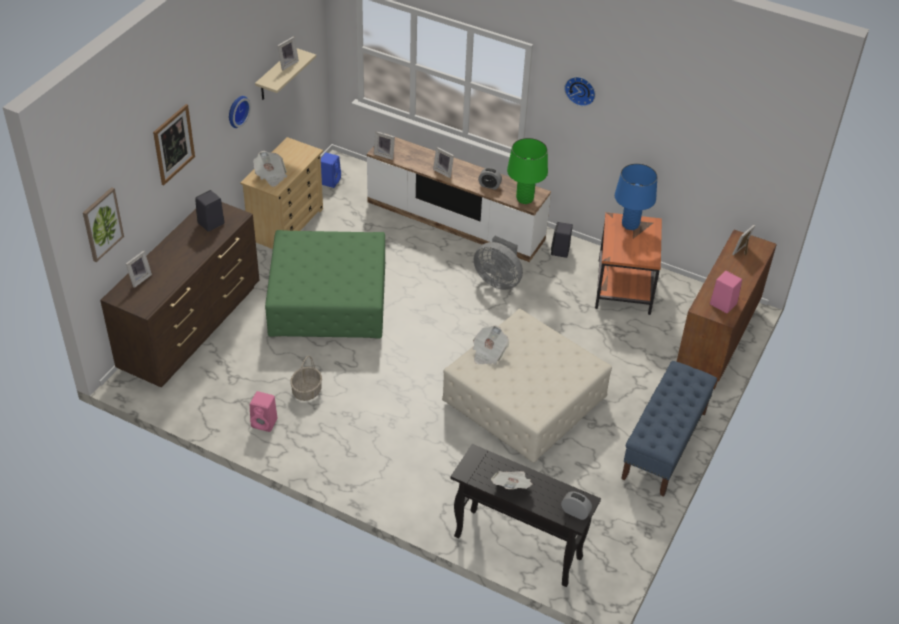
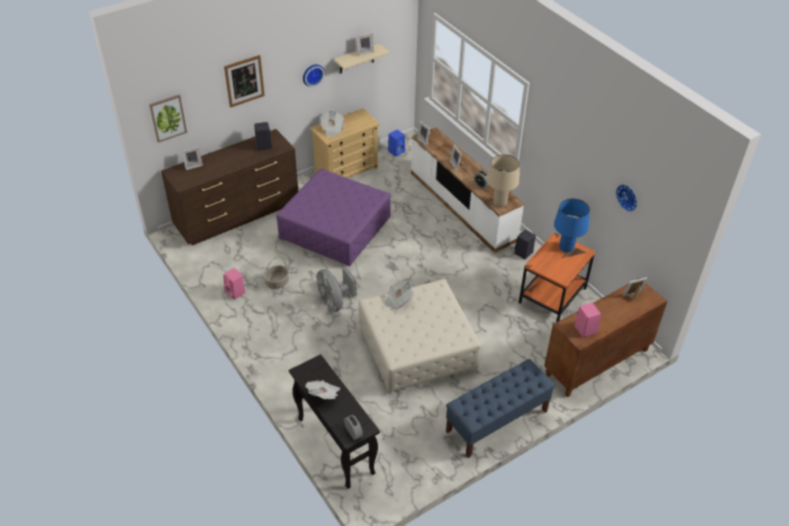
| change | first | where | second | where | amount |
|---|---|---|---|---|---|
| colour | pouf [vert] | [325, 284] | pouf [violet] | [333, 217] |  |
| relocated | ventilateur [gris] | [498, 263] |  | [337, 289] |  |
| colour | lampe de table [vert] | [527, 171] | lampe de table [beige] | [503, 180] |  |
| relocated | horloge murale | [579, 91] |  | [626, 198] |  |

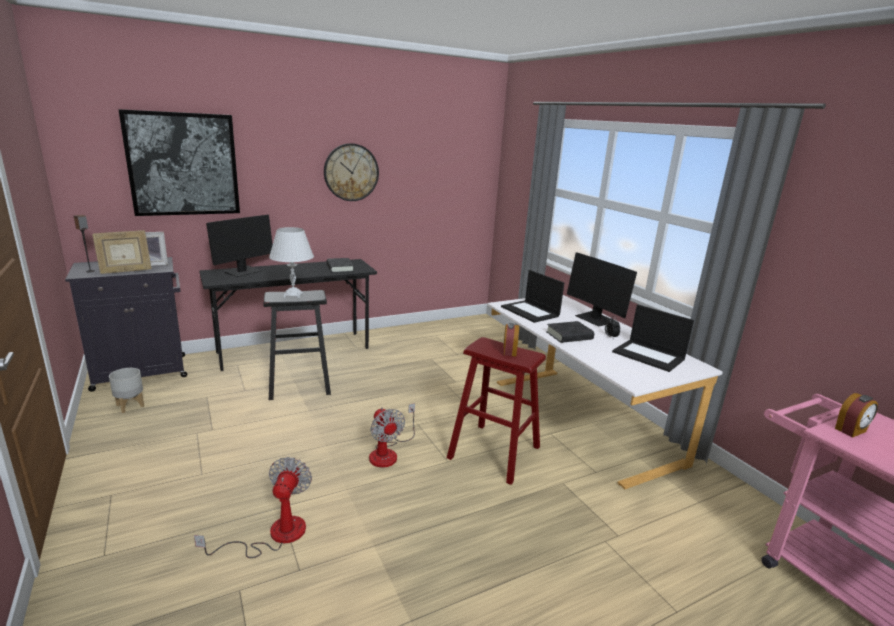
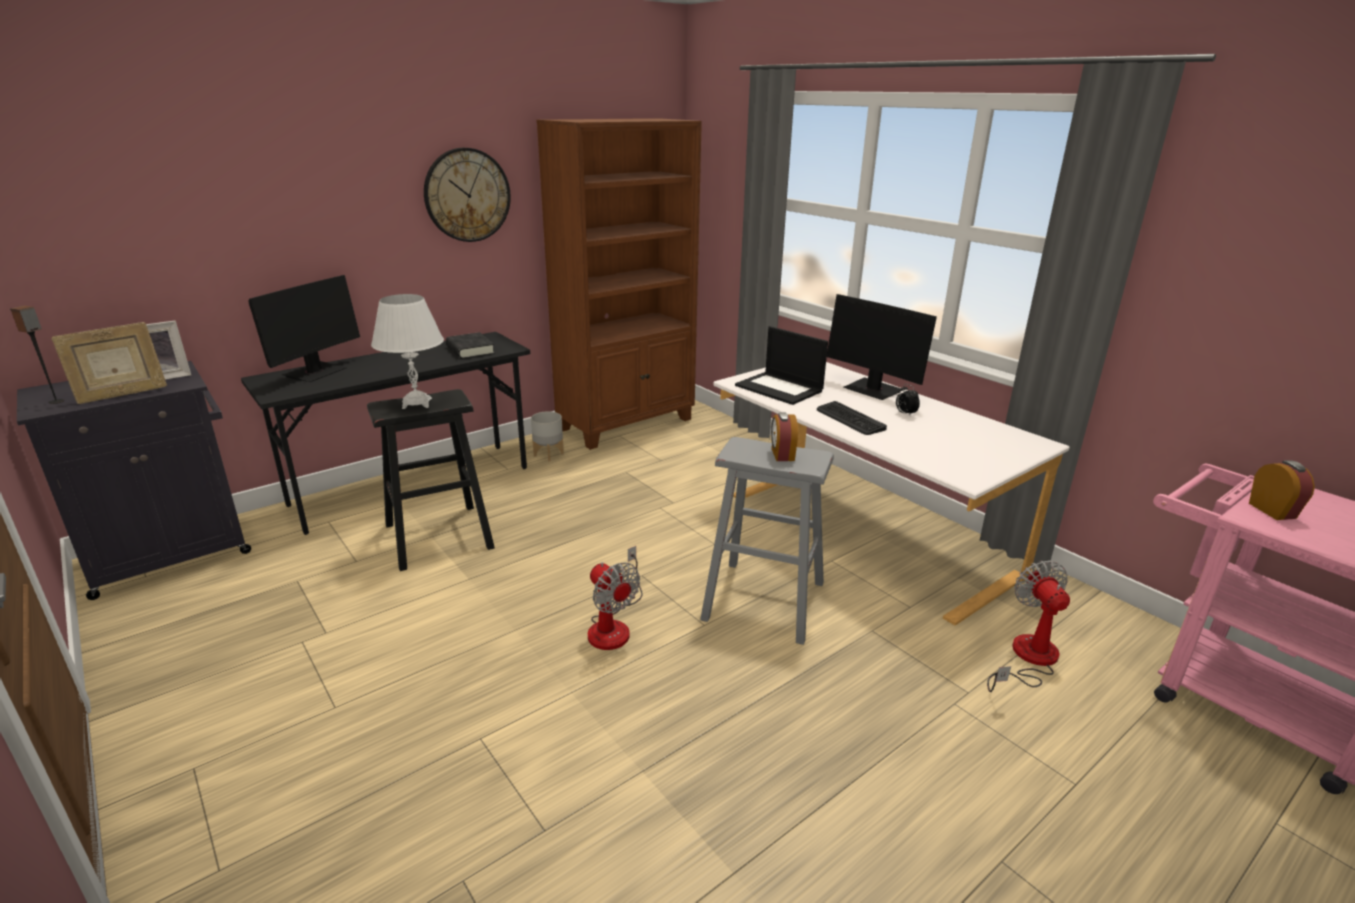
| change | first | where | second | where | amount |
|---|---|---|---|---|---|
| relocated | cache-pot [gris] | [126, 390] |  | [547, 436] |  |
| missing | tableau | [179, 162] |  |  |  |
| relocated | ventilateur | [253, 507] |  | [1028, 626] |  |
| colour | tabouret [rouge] | [496, 411] | tabouret [gris] | [767, 541] |  |
| exchanged | livre [noir] | [570, 332] | clavier | [852, 418] |  |
| missing | ordinateur portable | [653, 338] |  |  |  |
| spun | réveil | [856, 415] |  | [1282, 490] | 60 degrees counterclockwise |
| appeared |  |  | bibliothèque [marron] | [619, 284] |  |

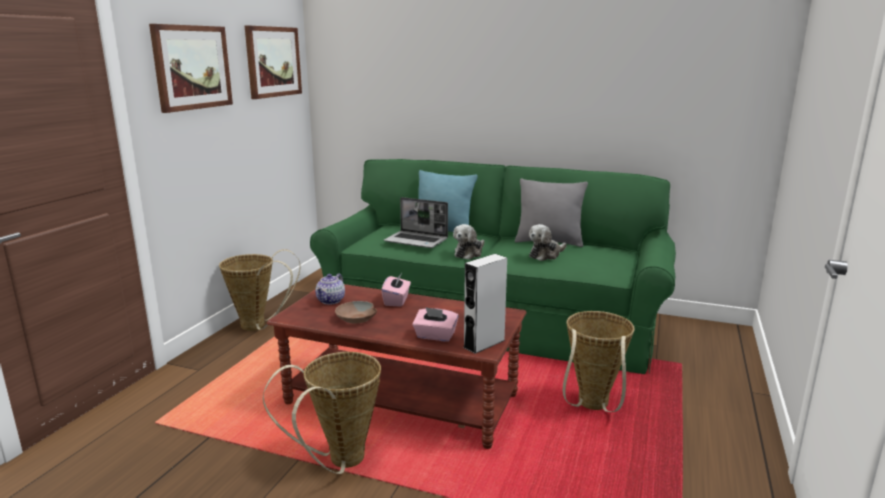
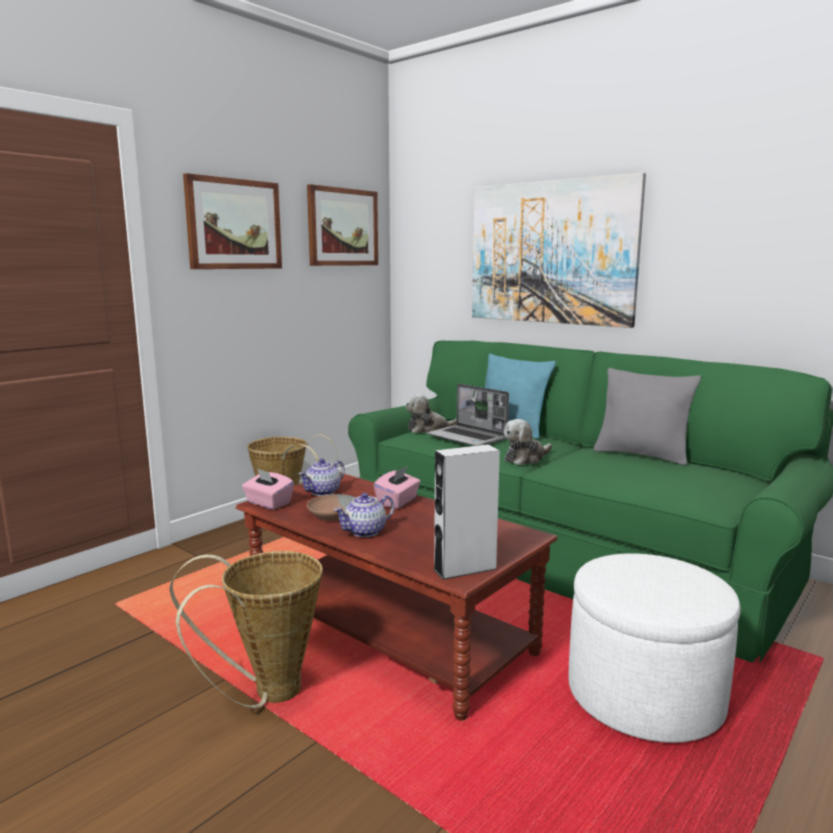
| change | first | where | second | where | amount |
|---|---|---|---|---|---|
| relocated | boîte à mouchoirs [rose] | [435, 324] |  | [268, 489] |  |
| relocated | peluche | [548, 242] |  | [430, 413] |  |
| exchanged | panier | [599, 361] | pouf [blanc] | [654, 648] |  |
| appeared |  |  | théière | [364, 515] |  |
| appeared |  |  | tableau | [559, 250] |  |

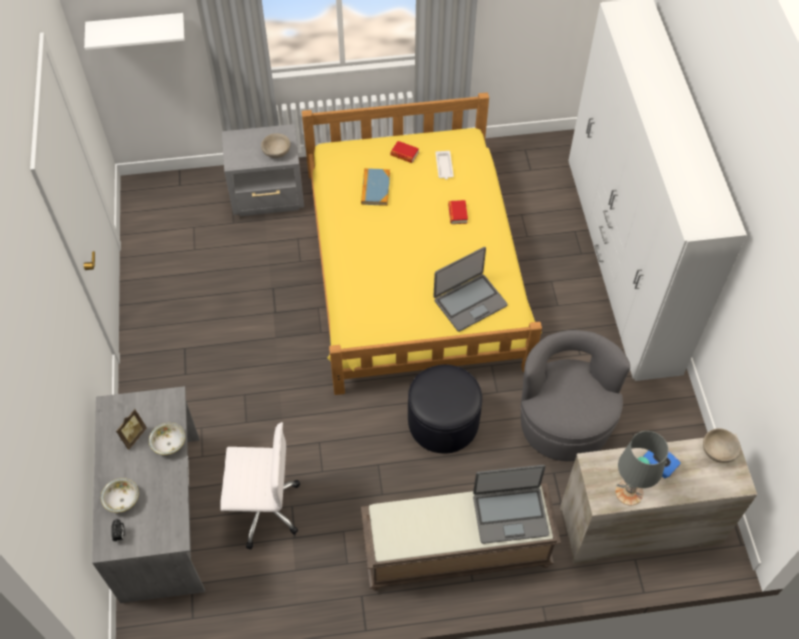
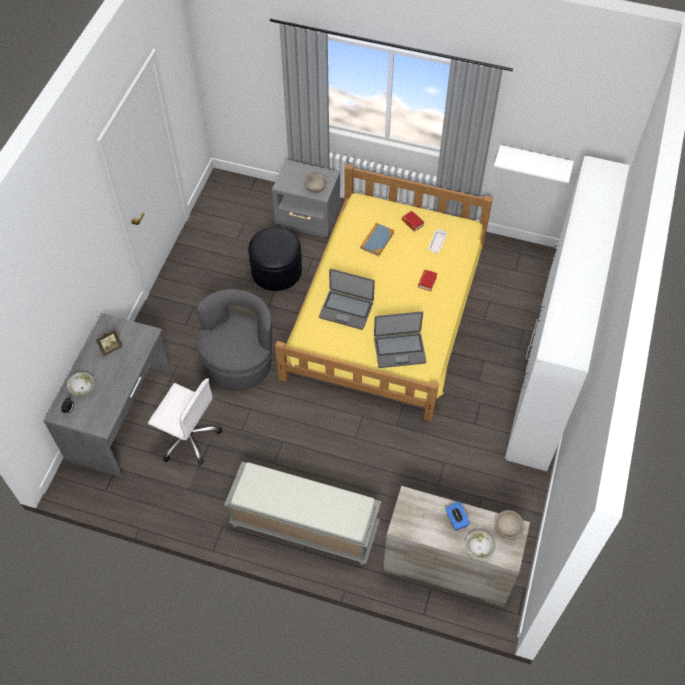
| change | first | where | second | where | amount |
|---|---|---|---|---|---|
| relocated | étagère [blanc] | [134, 31] |  | [534, 164] |  |
| relocated | bol | [167, 439] |  | [480, 544] |  |
| colour | banc [marron] | [461, 536] | banc [gris] | [303, 513] |  |
| relocated | pouf [noir] | [445, 409] |  | [275, 259] |  |
| relocated | ordinateur portable | [511, 504] |  | [347, 299] |  |
| relocated | fauteuil [gris] | [575, 395] |  | [234, 339] |  |
| missing | lampe de table [gris] | [642, 468] |  |  |  |

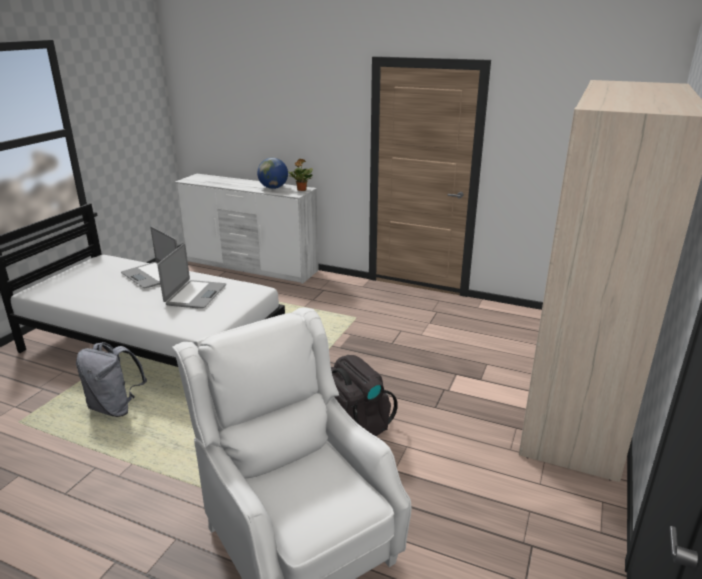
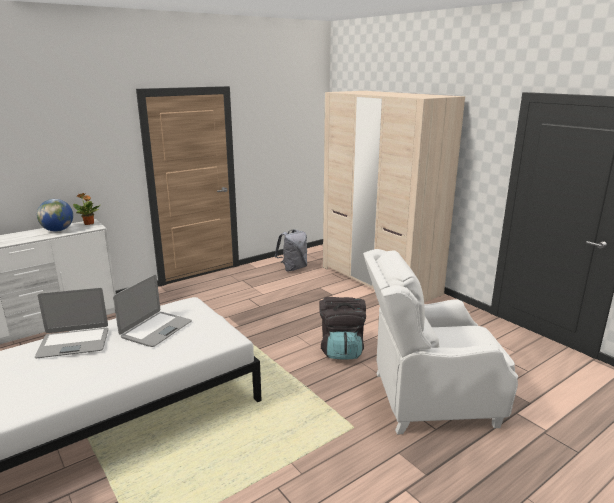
| change | first | where | second | where | amount |
|---|---|---|---|---|---|
| relocated | sac à dos [gris] | [111, 379] |  | [291, 251] |  |
| spun | ordinateur portable | [192, 275] |  | [152, 311] | 75 degrees clockwise |

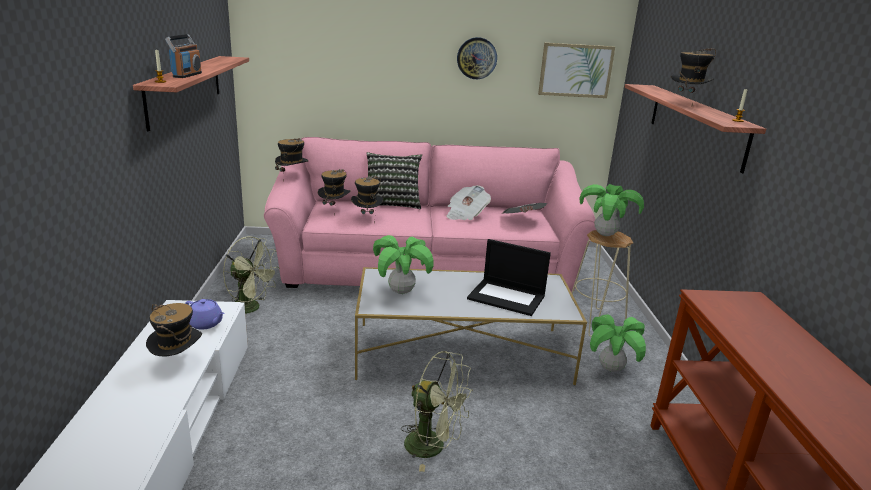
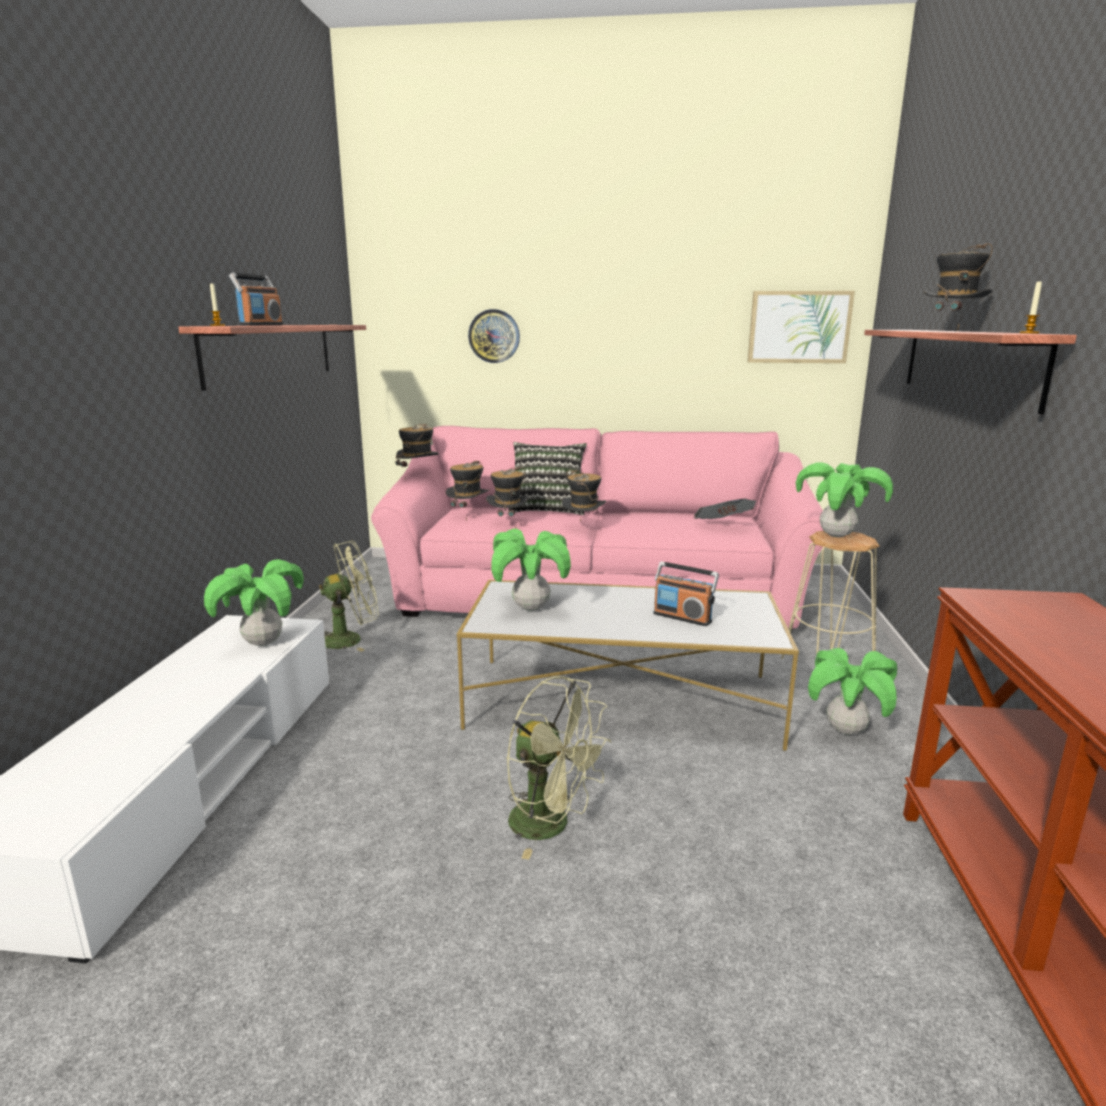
| change | first | where | second | where | amount |
|---|---|---|---|---|---|
| relocated | chapeau | [174, 329] |  | [584, 495] |  |
| exchanged | théière [violet] | [205, 314] | plante en pot | [254, 602] |  |
| spun | ventilateur [vert] | [251, 275] |  | [349, 596] | 60 degrees counterclockwise |
| missing | journal | [468, 202] |  |  |  |
| relocated | horloge murale | [477, 58] |  | [494, 336] |  |
| exchanged | ordinateur portable | [509, 277] | radio | [686, 593] |  |

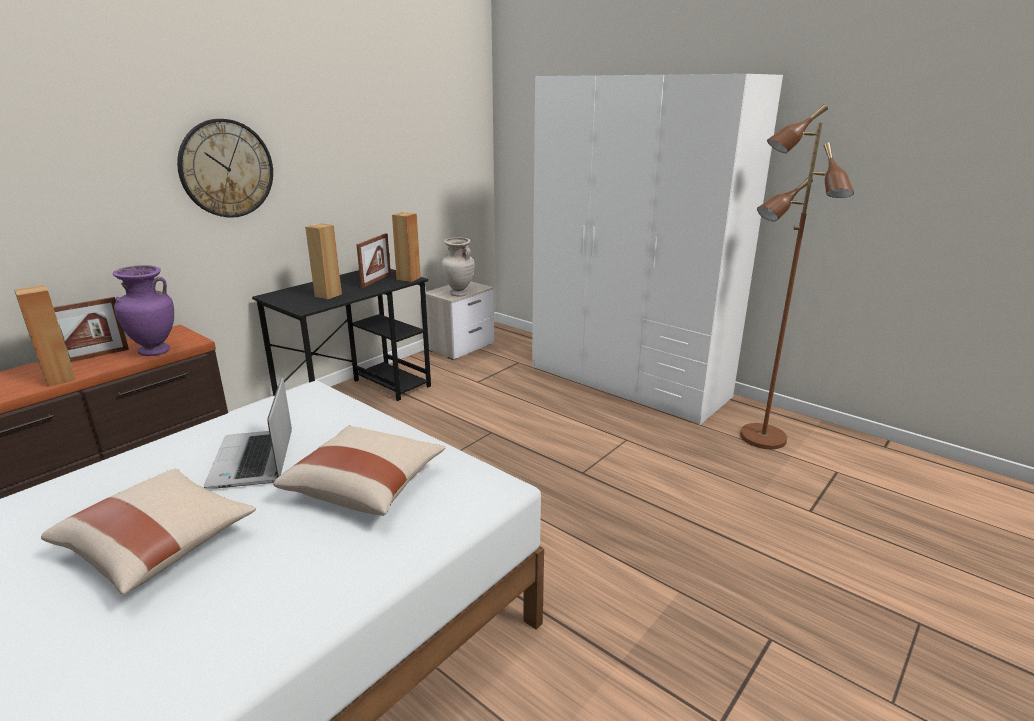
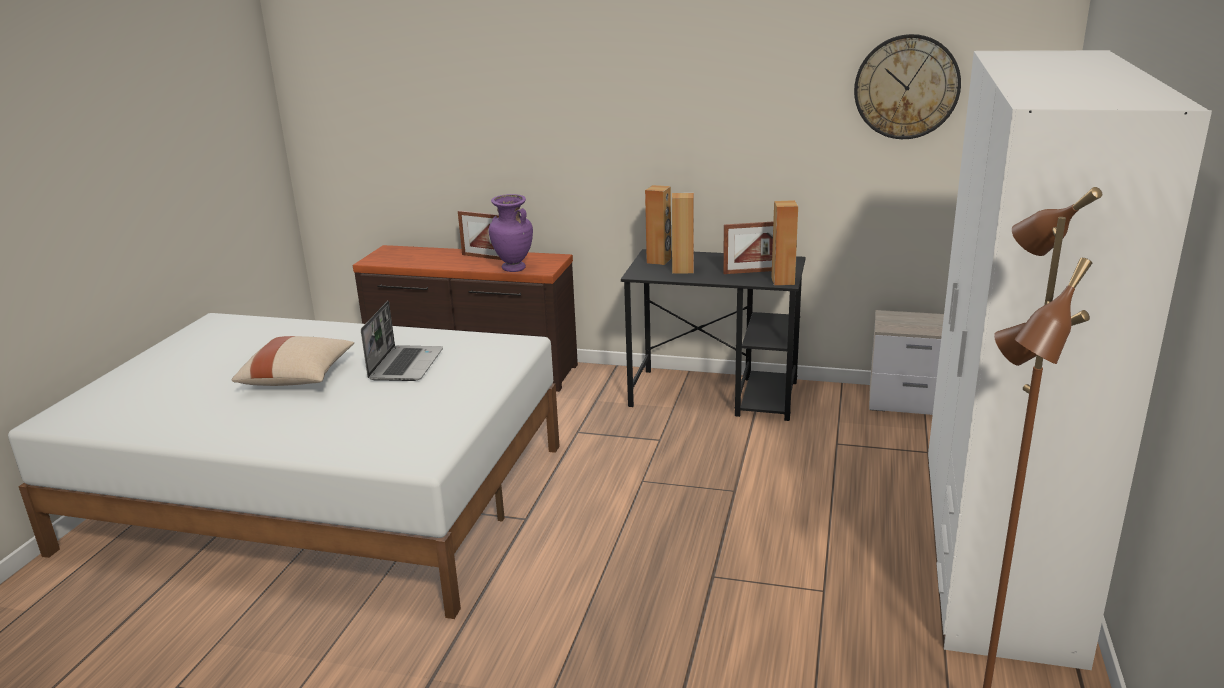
| change | first | where | second | where | amount |
|---|---|---|---|---|---|
| relocated | enceinte [marron] | [45, 336] |  | [658, 225] |  |
| relocated | horloge murale | [225, 168] |  | [907, 86] |  |
| spun | ordinateur portable | [248, 432] |  | [402, 341] | 135 degrees clockwise |
| missing | coussin [beige] | [359, 471] |  |  |  |
| missing | vase [beige] | [458, 266] |  |  |  |

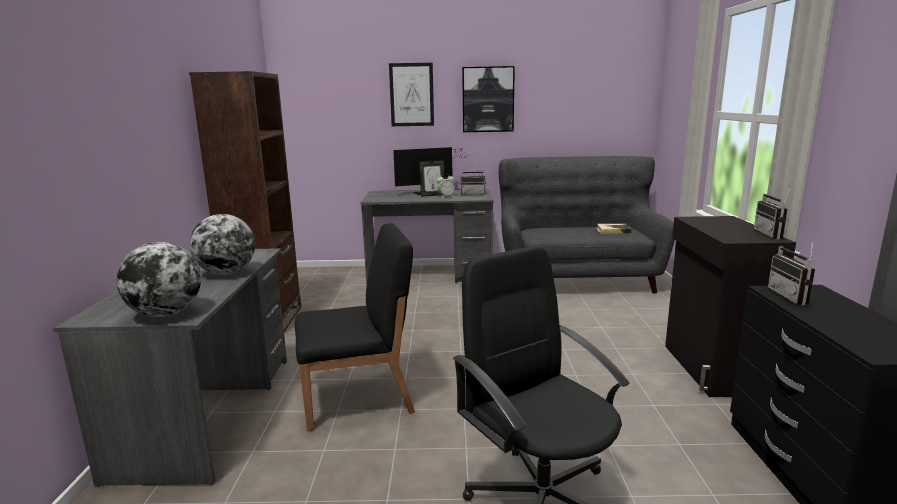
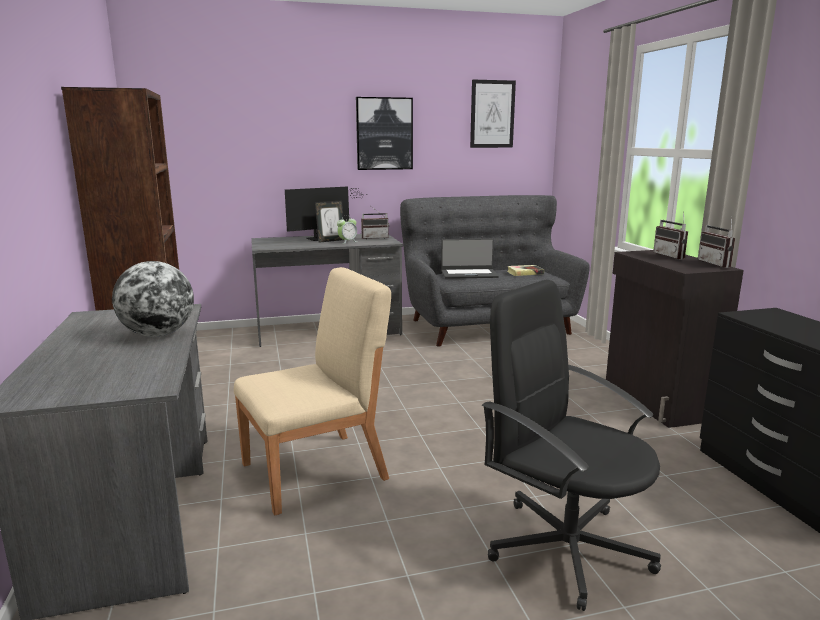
| change | first | where | second | where | amount |
|---|---|---|---|---|---|
| missing | globe | [158, 279] |  |  |  |
| colour | chaise [noir] | [355, 327] | chaise [beige] | [312, 391] |  |
| relocated | tableau | [411, 94] |  | [493, 114] |  |
| relocated | radio | [791, 272] |  | [670, 235] |  |
| appeared |  |  | ordinateur portable | [470, 259] |  |

